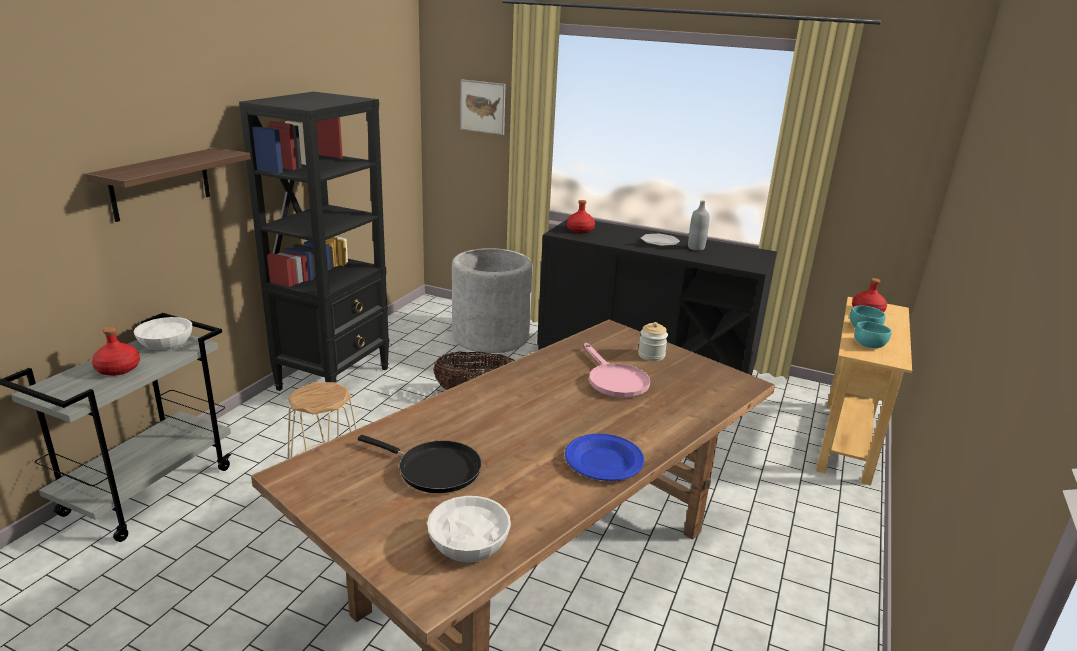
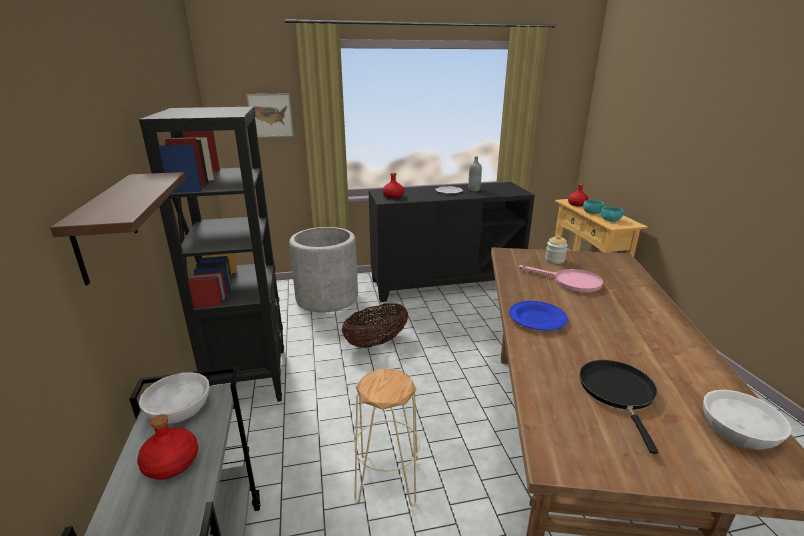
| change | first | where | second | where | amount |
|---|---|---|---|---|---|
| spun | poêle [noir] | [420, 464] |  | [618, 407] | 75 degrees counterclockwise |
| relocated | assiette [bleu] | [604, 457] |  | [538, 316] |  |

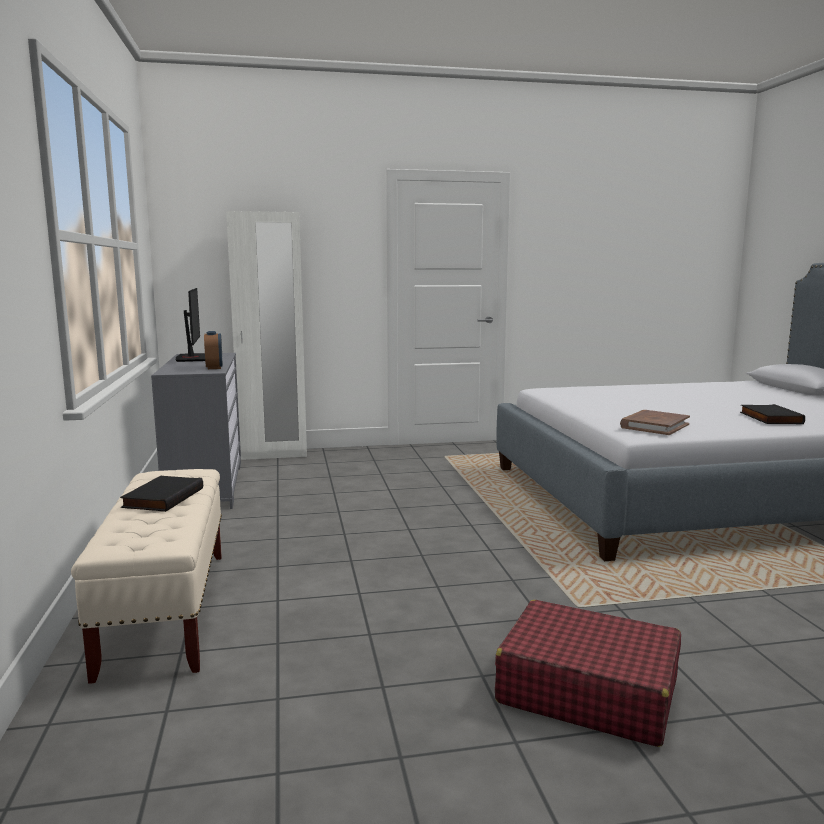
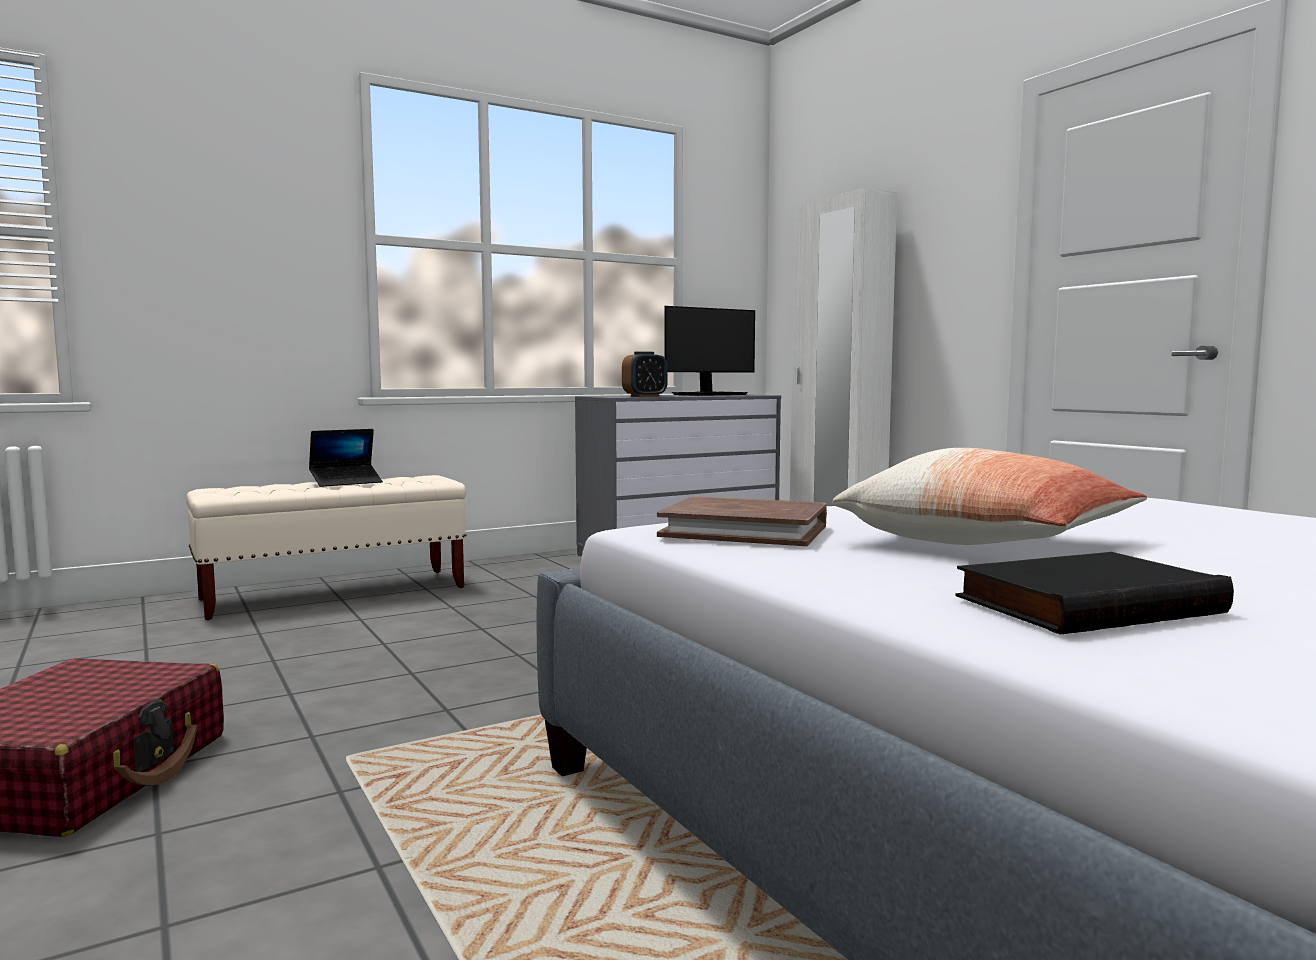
| change | first | where | second | where | amount |
|---|---|---|---|---|---|
| exchanged | livre [noir] | [161, 494] | ordinateur portable | [346, 458] |  |
| appeared |  |  | coussin | [989, 496] |  |

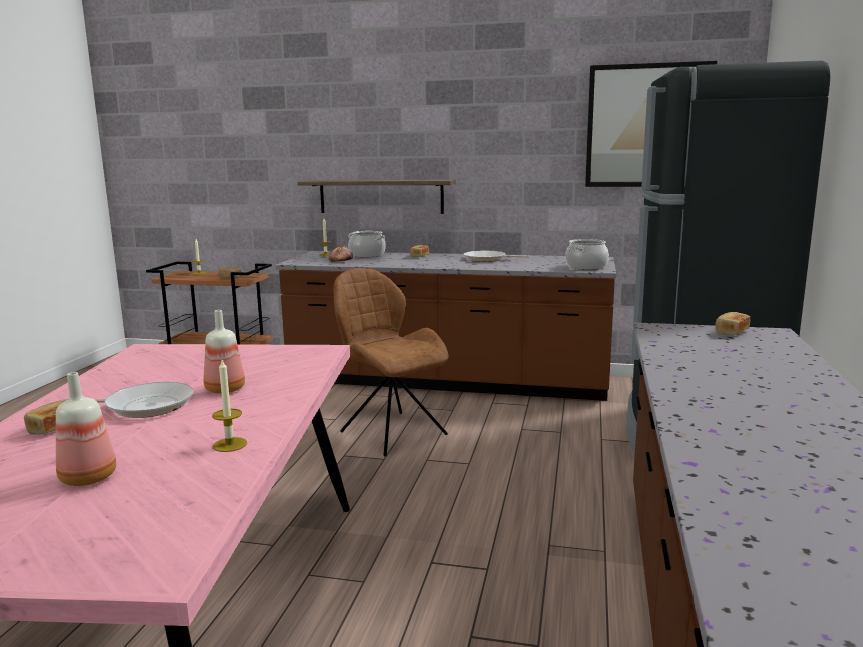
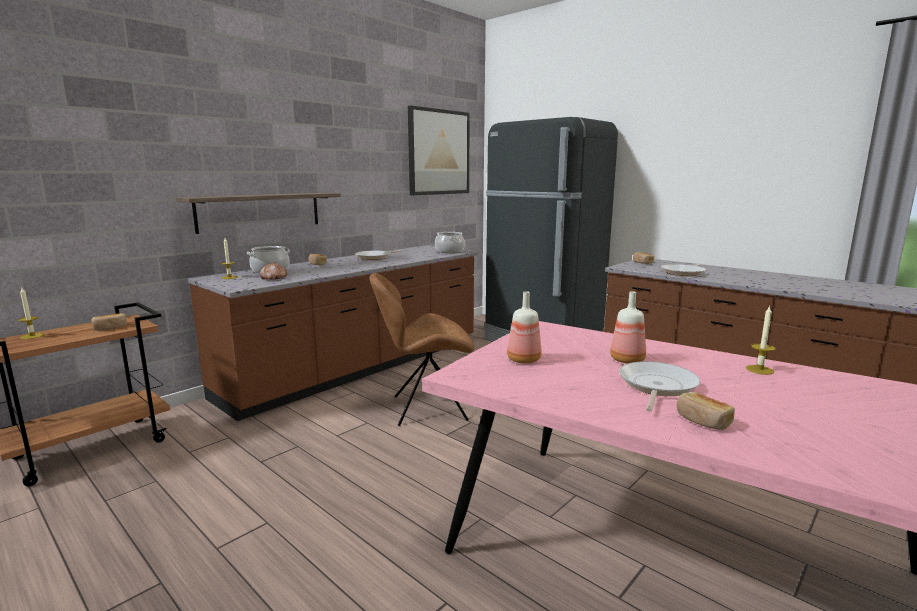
| change | first | where | second | where | amount |
|---|---|---|---|---|---|
| relocated | bouteille | [86, 429] |  | [524, 327] |  |
| appeared |  |  | poêle | [683, 269] |  |

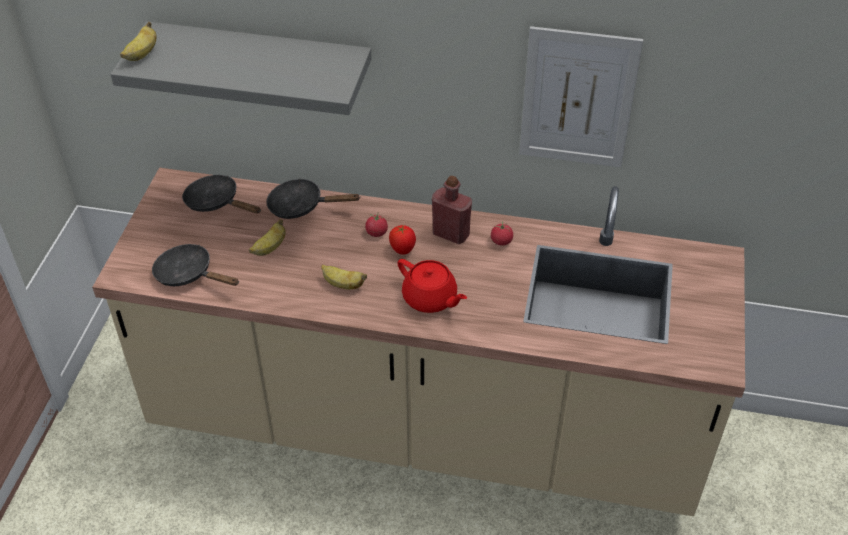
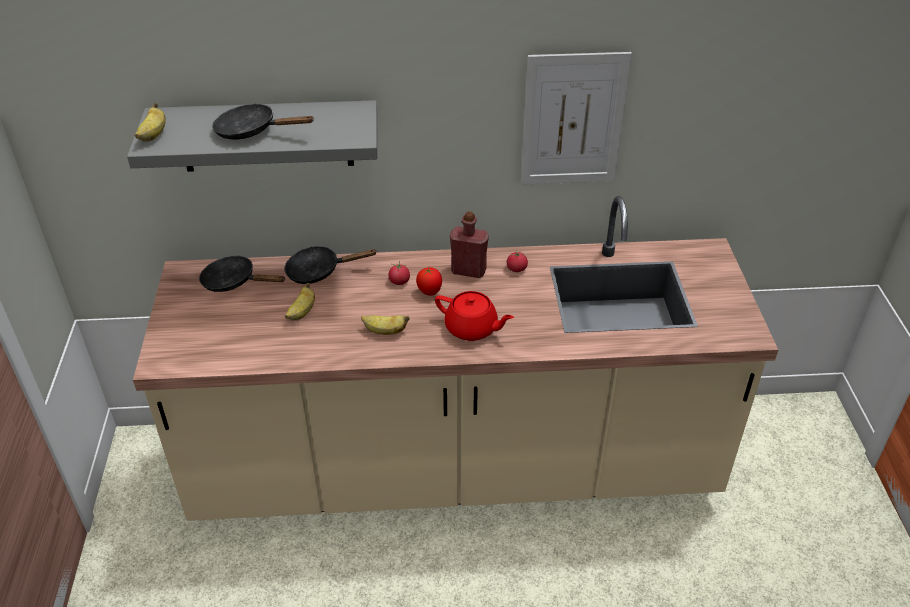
| change | first | where | second | where | amount |
|---|---|---|---|---|---|
| relocated | poêle [noir] | [195, 265] |  | [263, 121] |  |

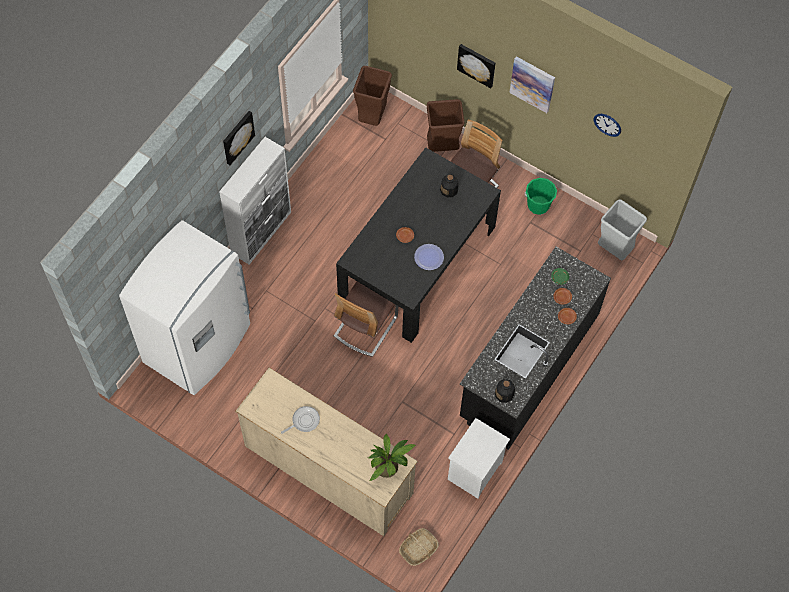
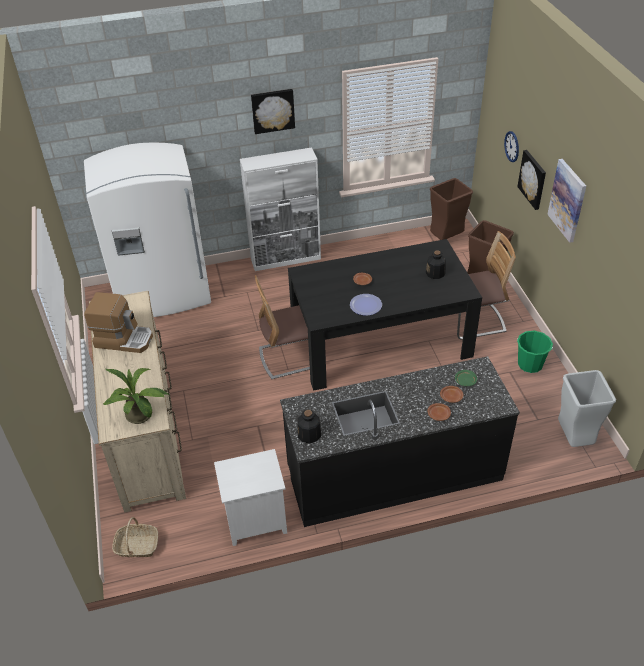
| change | first | where | second | where | amount |
|---|---|---|---|---|---|
| exchanged | poêle | [300, 420] | machine à café | [118, 322] |  |
| relocated | horloge murale | [607, 125] |  | [511, 146] |  |

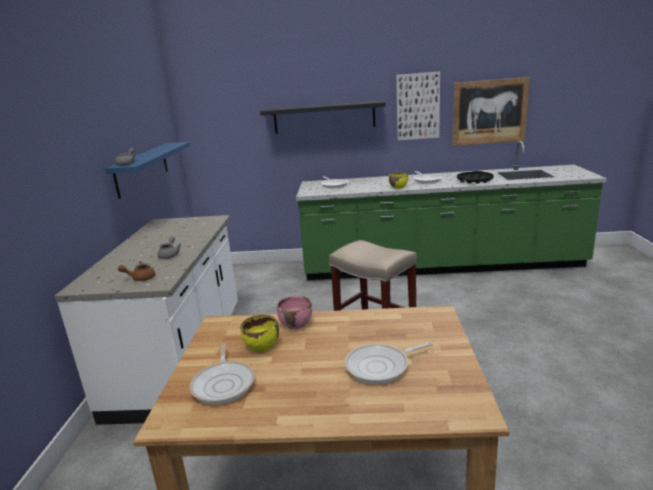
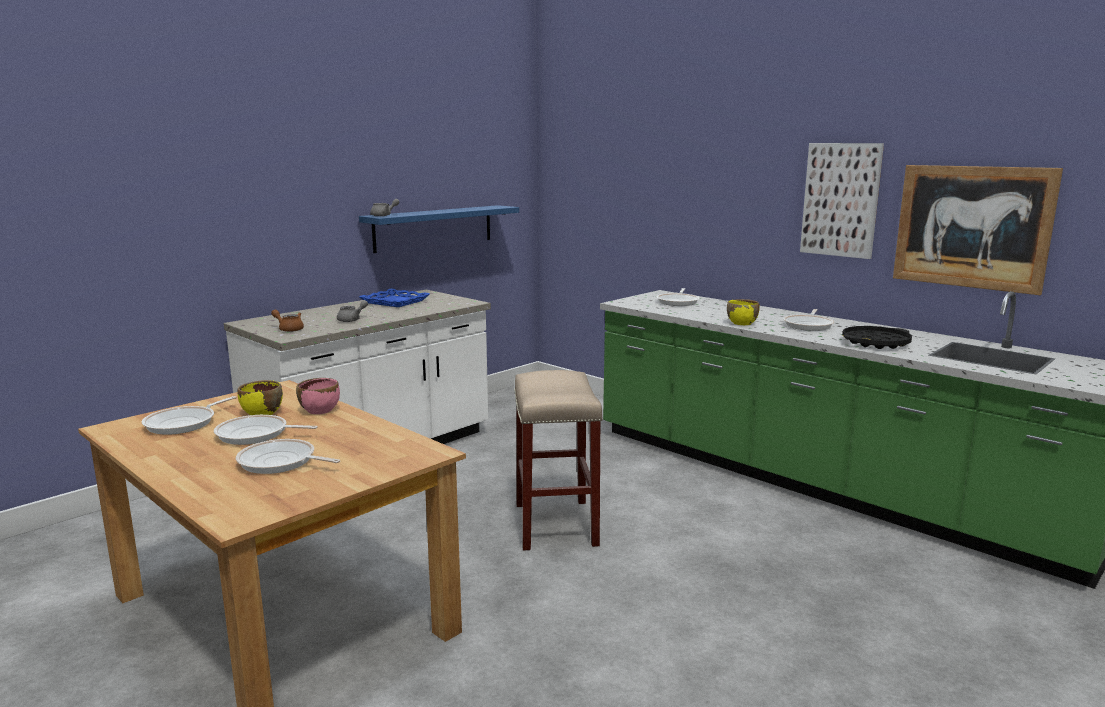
| change | first | where | second | where | amount |
|---|---|---|---|---|---|
| missing | étagère [noir] | [323, 117] |  |  |  |
| appeared |  |  | poêle | [266, 430] |  |
| appeared |  |  | plateau [bleu] | [394, 298] |  |

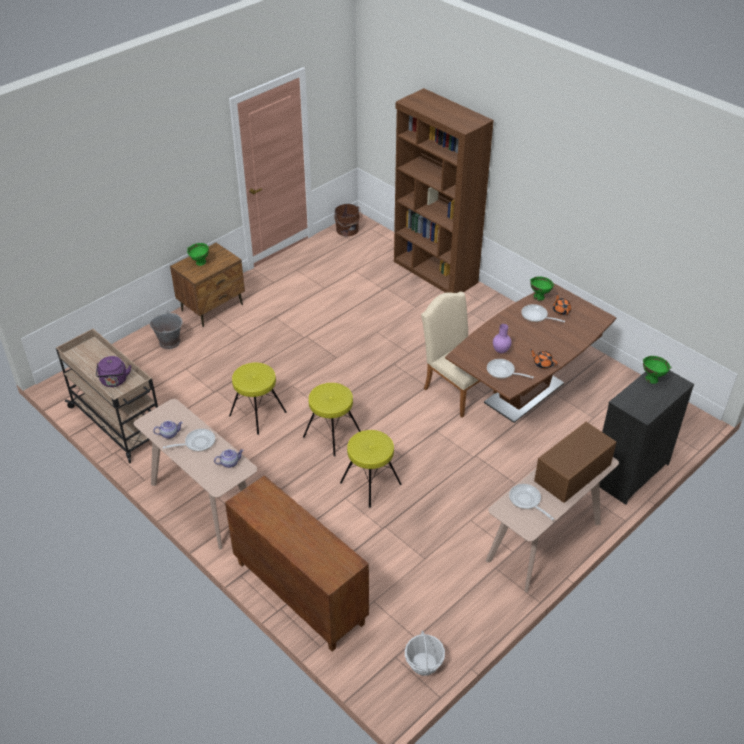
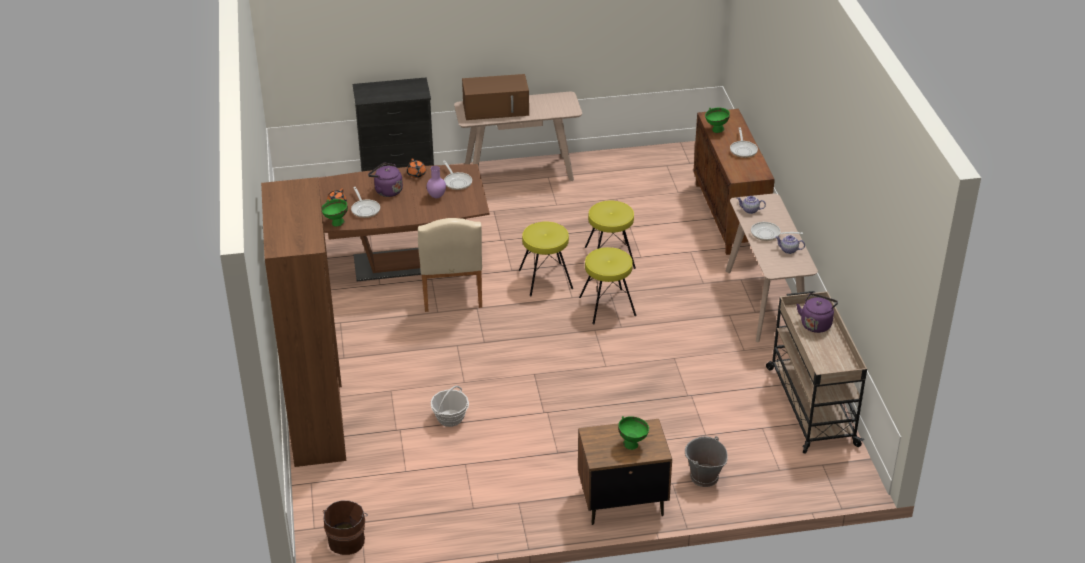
| change | first | where | second | where | amount |
|---|---|---|---|---|---|
| relocated | tabouret [jaune] | [258, 399] |  | [546, 258] |  |
| relocated | panier | [425, 653] |  | [450, 406] |  |
| relocated | poêle | [531, 502] |  | [744, 143] |  |
| relocated | bol [vert] | [657, 370] |  | [717, 120] |  |
| appeared |  |  | bouilloire [violet] | [385, 180] |  |

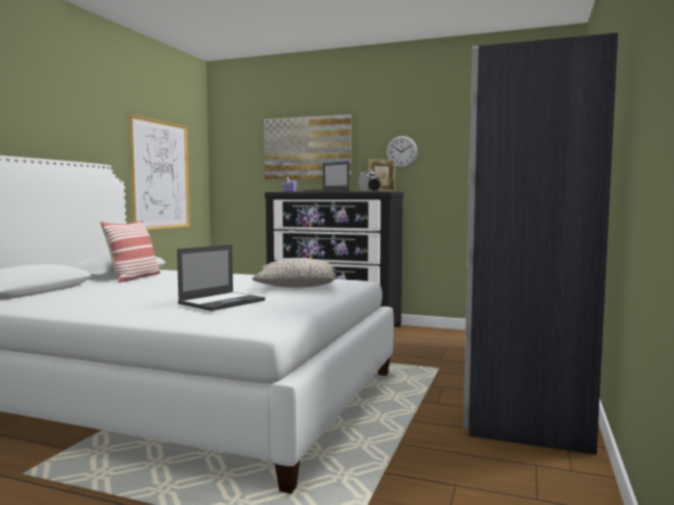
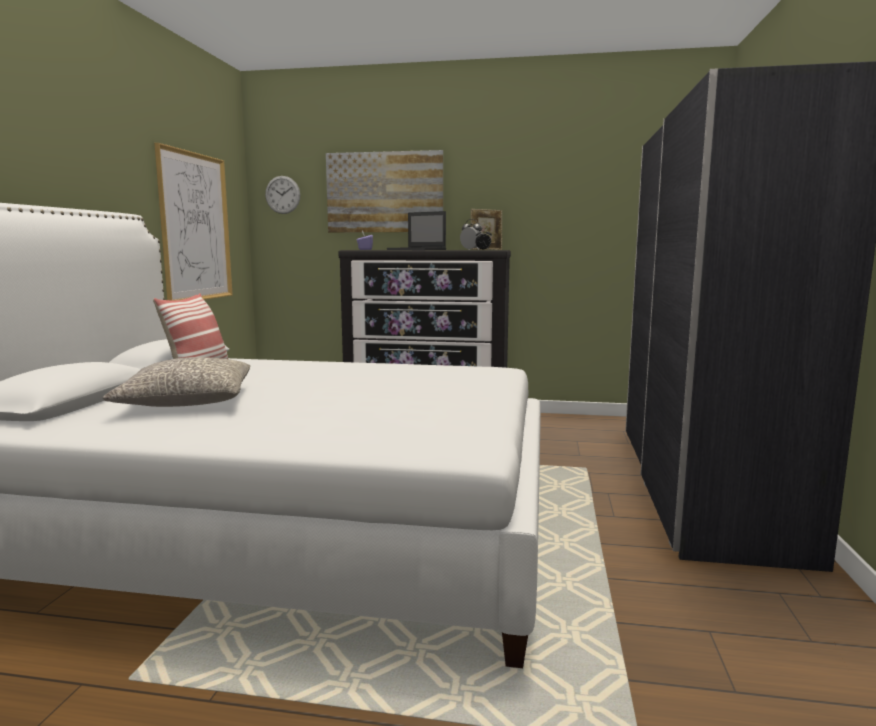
| change | first | where | second | where | amount |
|---|---|---|---|---|---|
| missing | ordinateur portable | [221, 278] |  |  |  |
| relocated | coussin [gris] | [293, 273] |  | [176, 382] |  |
| relocated | horloge murale | [402, 152] |  | [282, 195] |  |

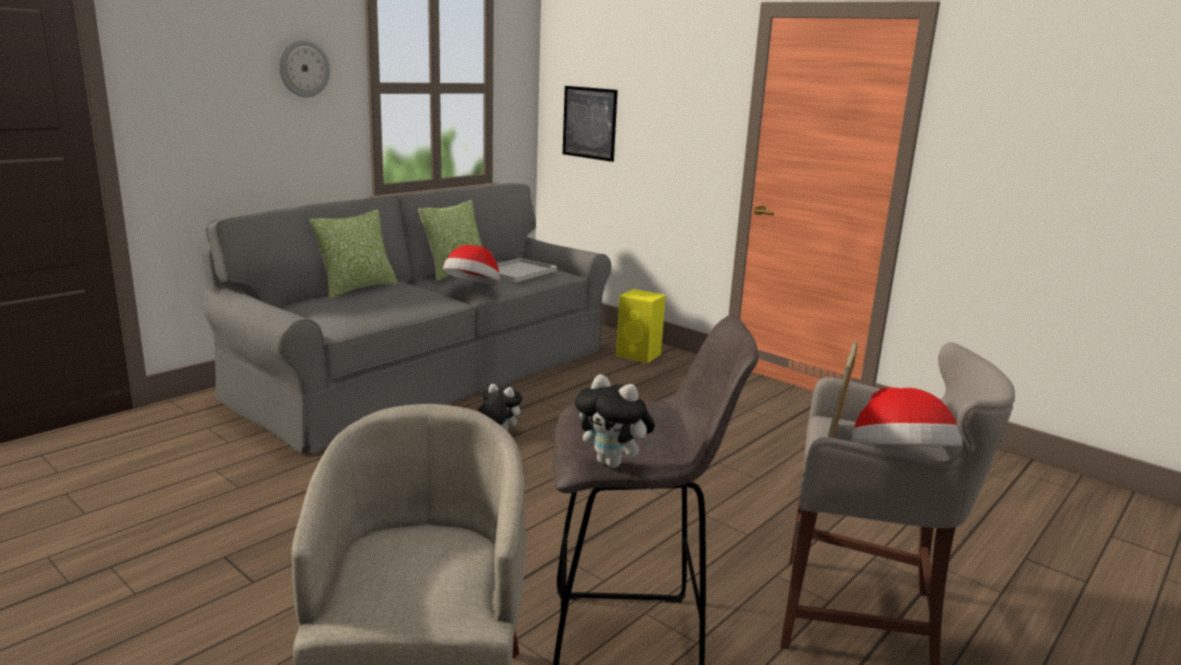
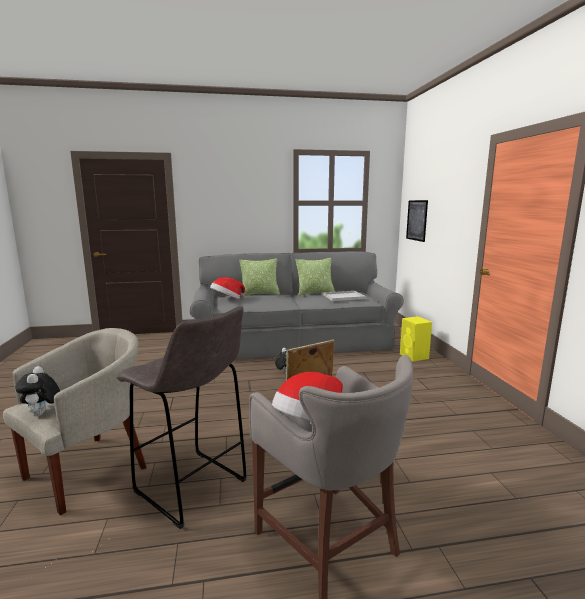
| change | first | where | second | where | amount |
|---|---|---|---|---|---|
| missing | horloge murale | [304, 68] |  |  |  |
| relocated | chapeau | [471, 264] |  | [227, 288] |  |
| relocated | peluche | [615, 421] |  | [37, 391] |  |

